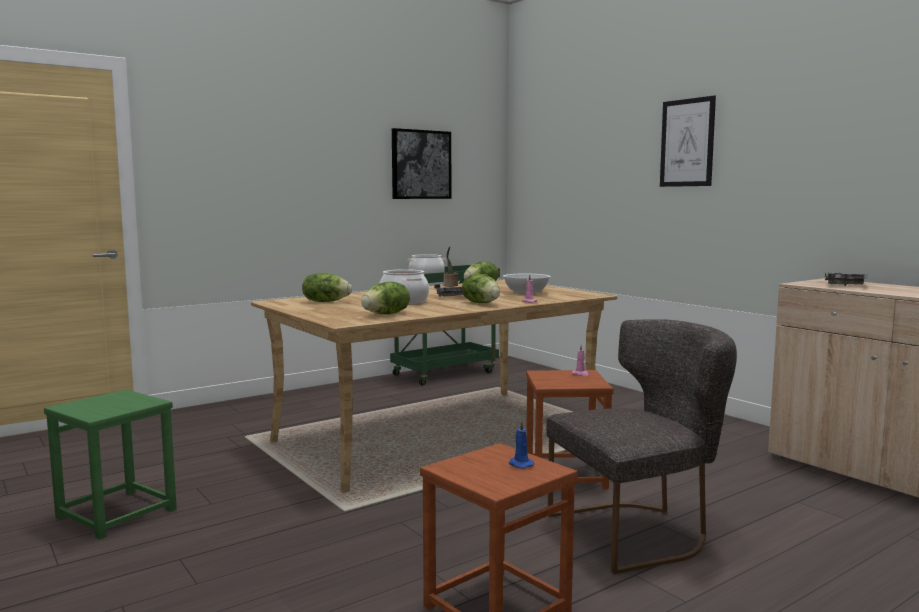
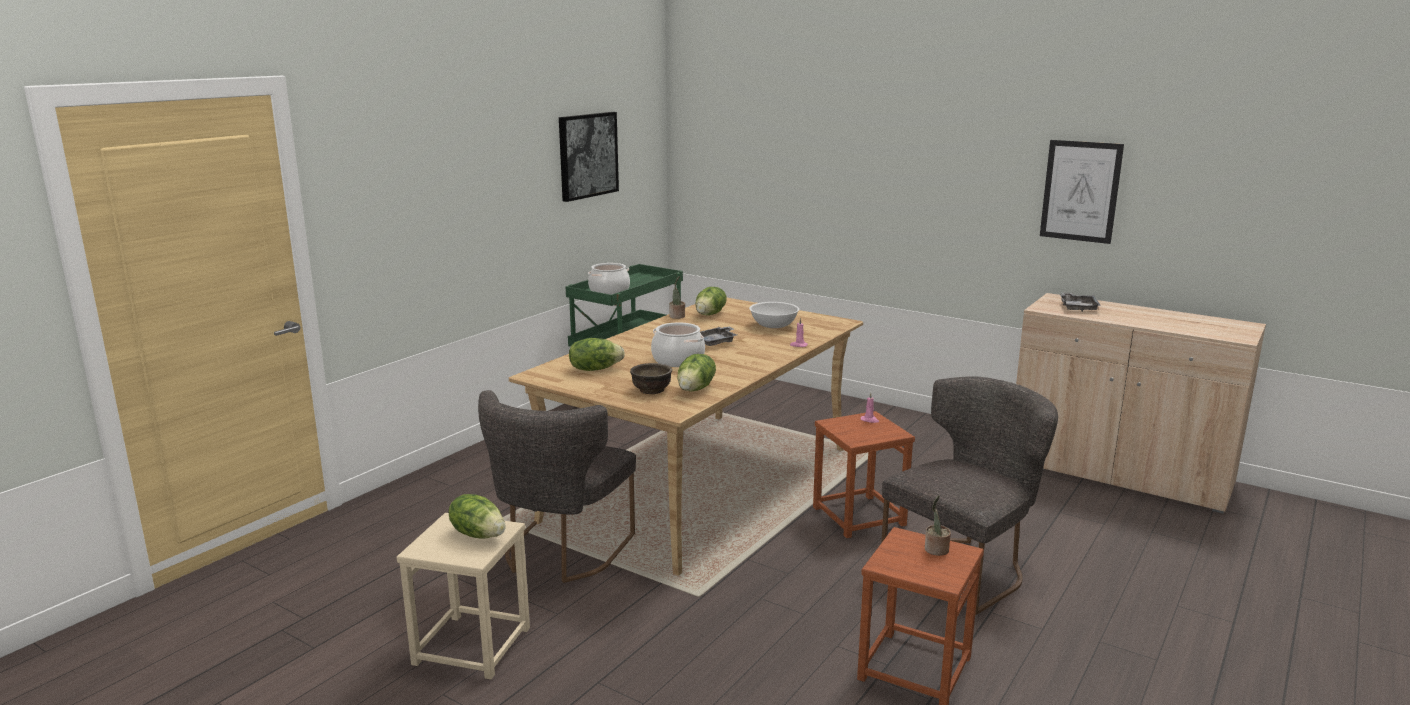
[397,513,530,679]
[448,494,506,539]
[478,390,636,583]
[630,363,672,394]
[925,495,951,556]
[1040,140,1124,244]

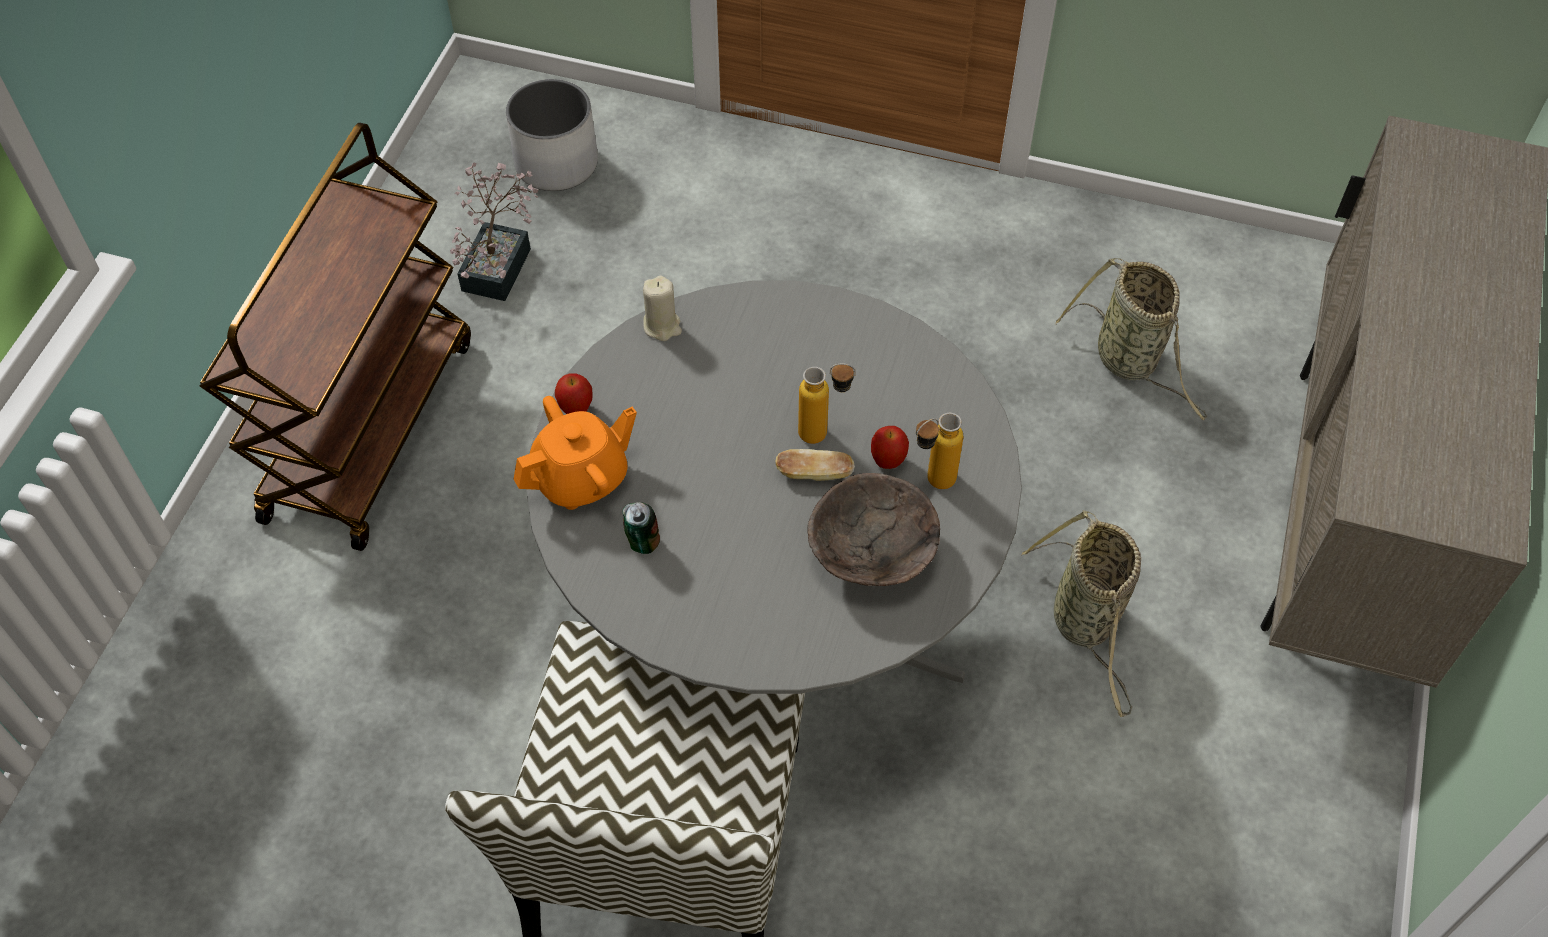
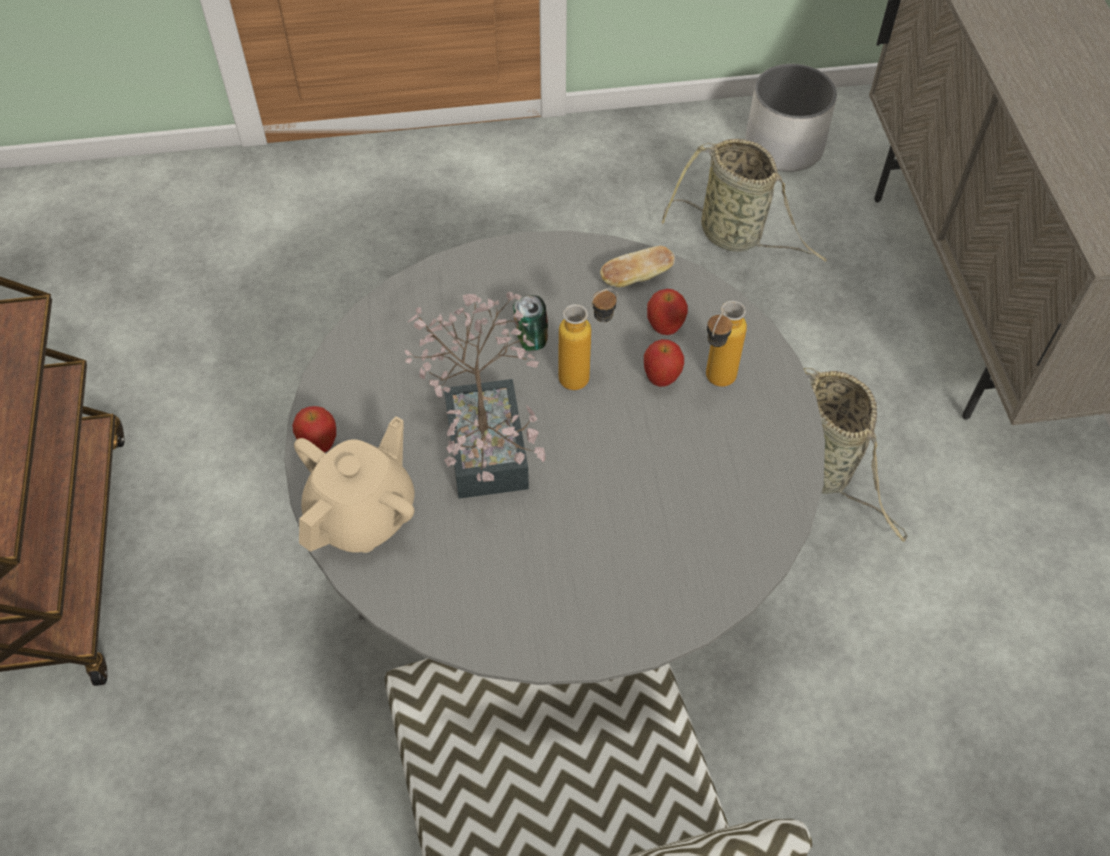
[294,416,415,553]
[405,292,546,499]
[513,295,548,351]
[600,246,675,287]
[647,289,688,335]
[745,64,837,172]
[643,276,682,341] (first image)
[807,473,940,586] (first image)

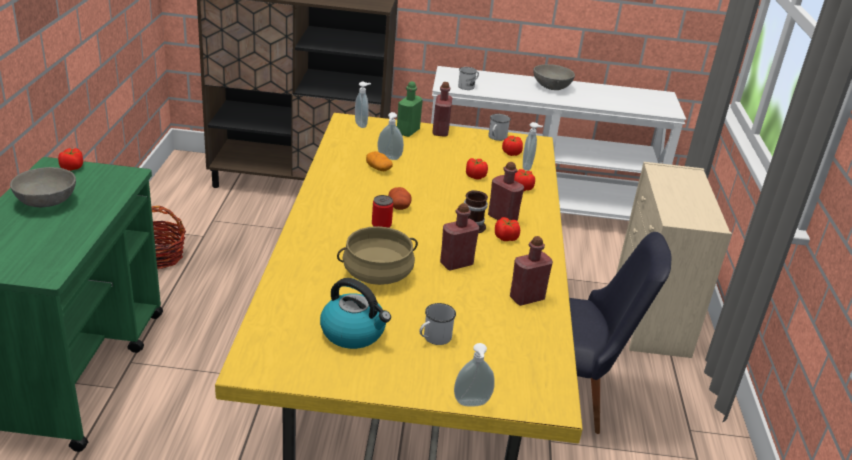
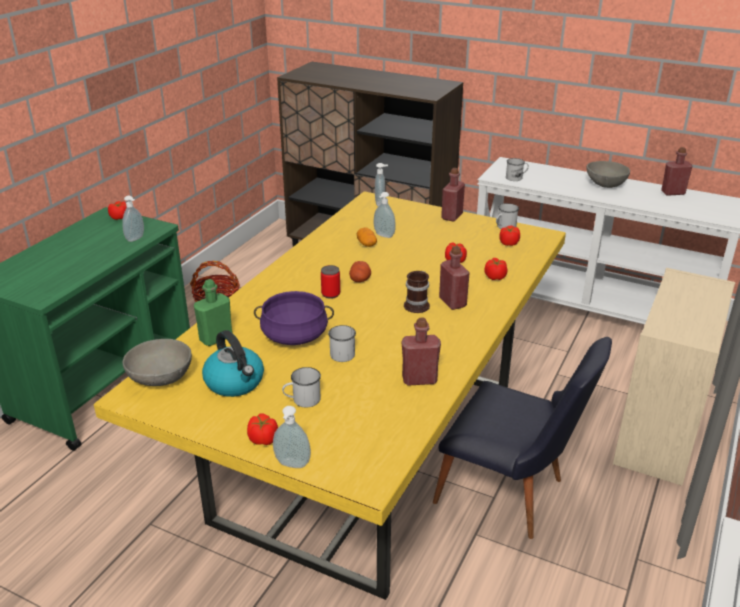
[122,196,144,242]
[122,339,192,386]
[194,279,232,346]
[247,414,278,445]
[254,291,334,345]
[328,325,356,362]
[661,147,692,196]

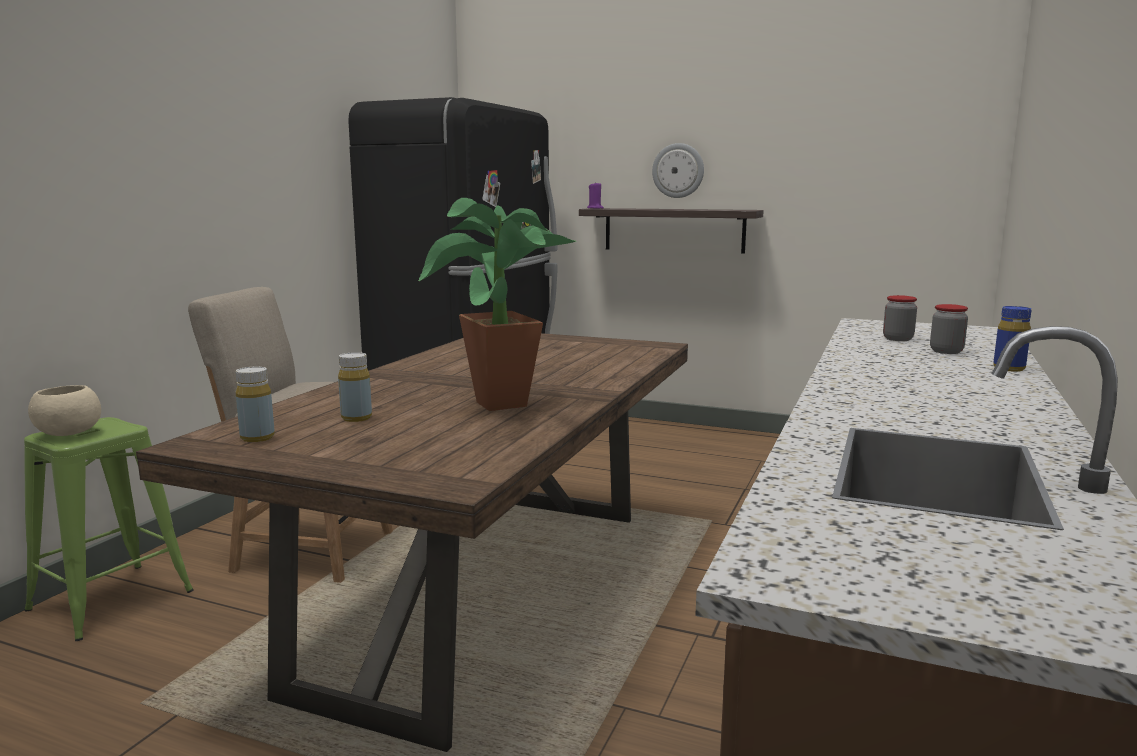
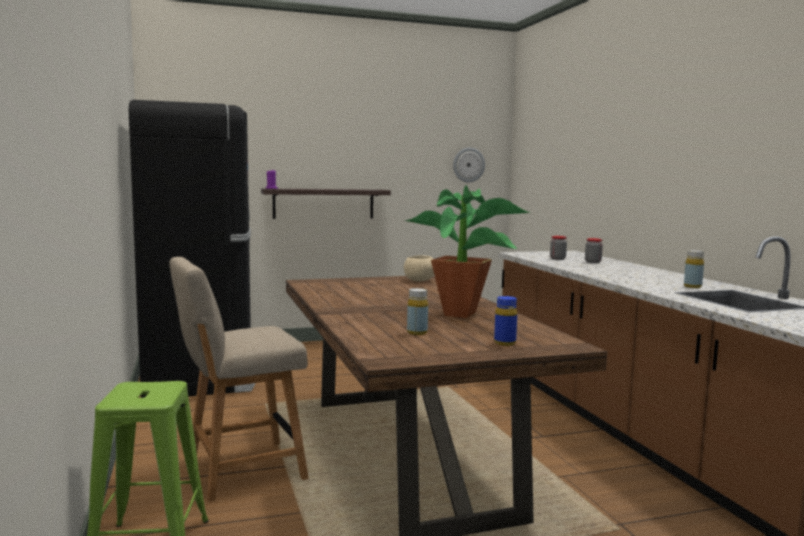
[404,255,434,282]
[453,147,485,183]
[494,296,517,346]
[684,250,704,288]

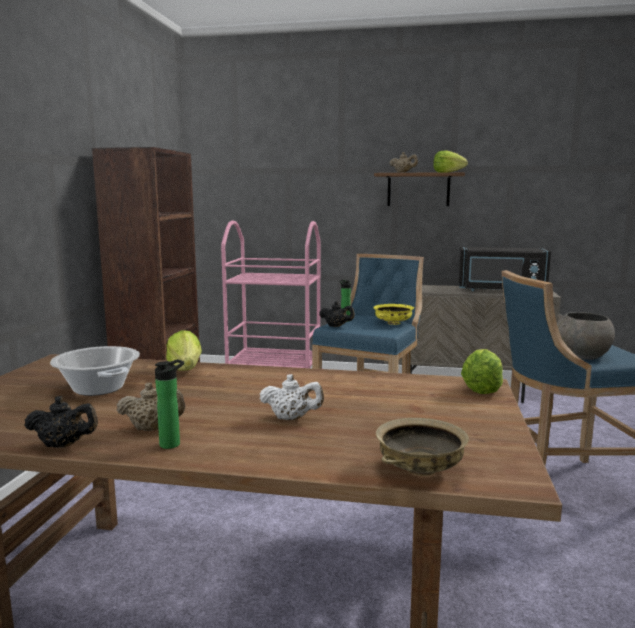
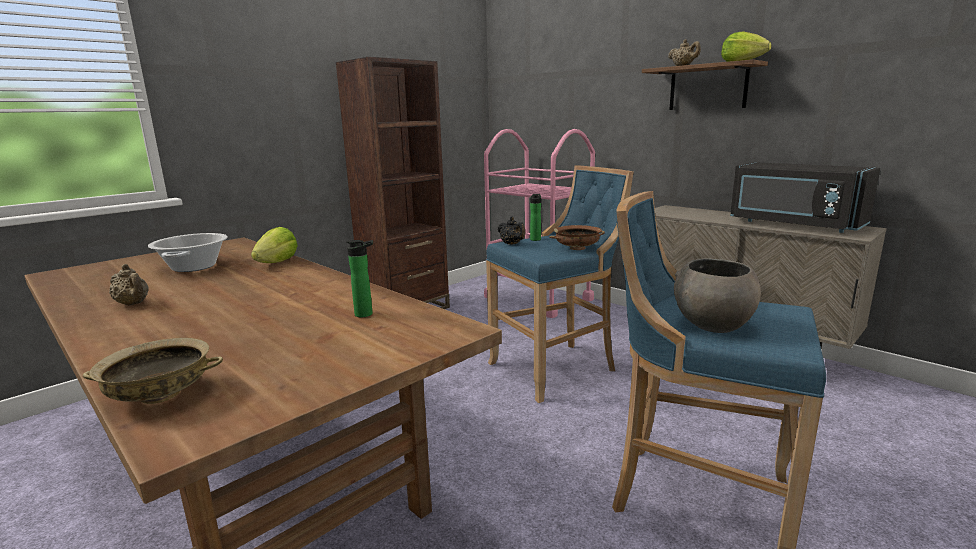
[346,240,373,317]
[549,225,605,250]
[24,396,98,448] (first image)
[260,374,324,420] (first image)
[461,349,503,394] (first image)

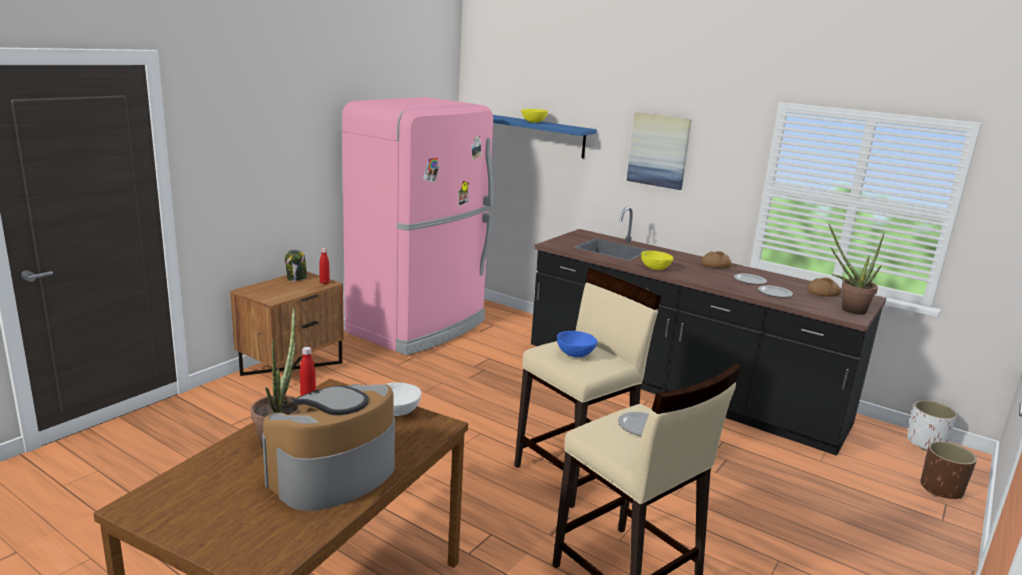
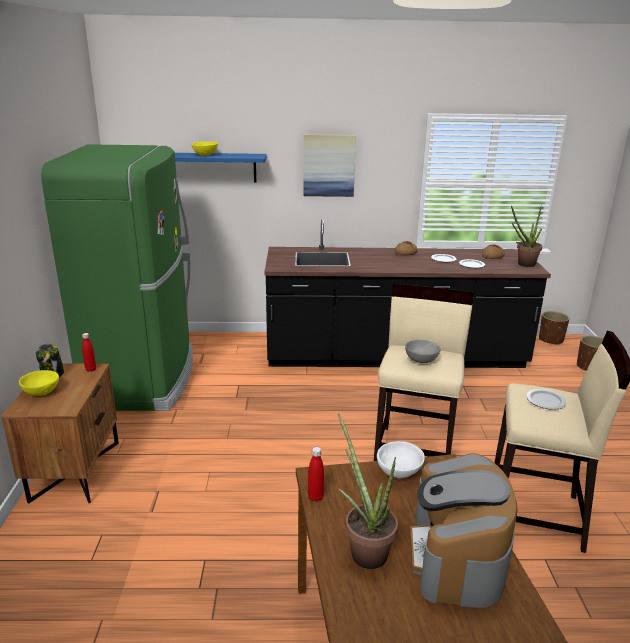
[19,370,59,396]
[41,144,193,411]
[405,340,441,363]
[539,311,570,345]

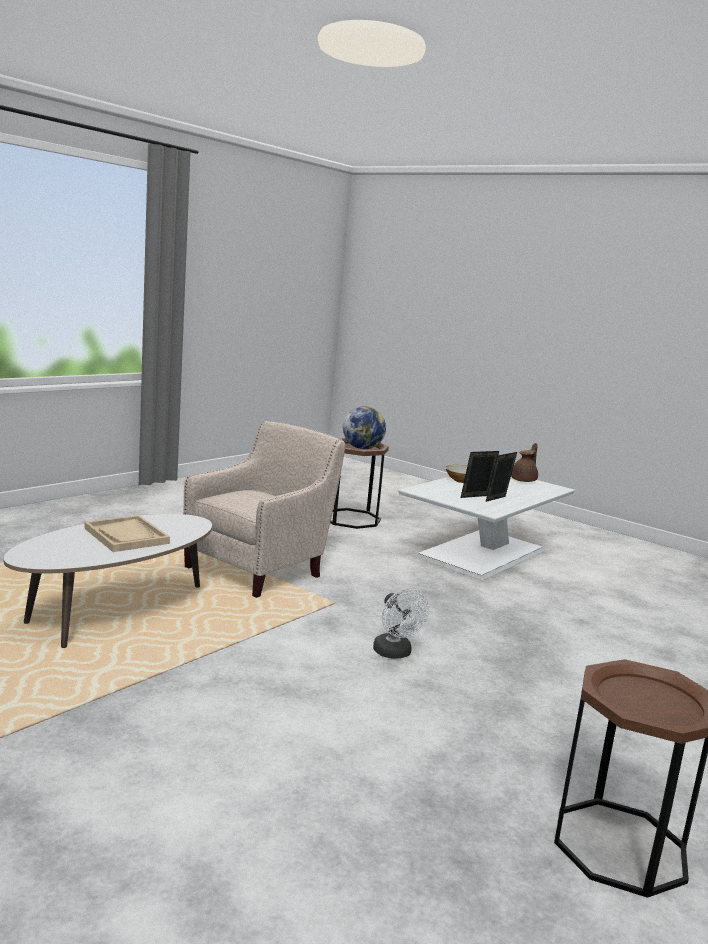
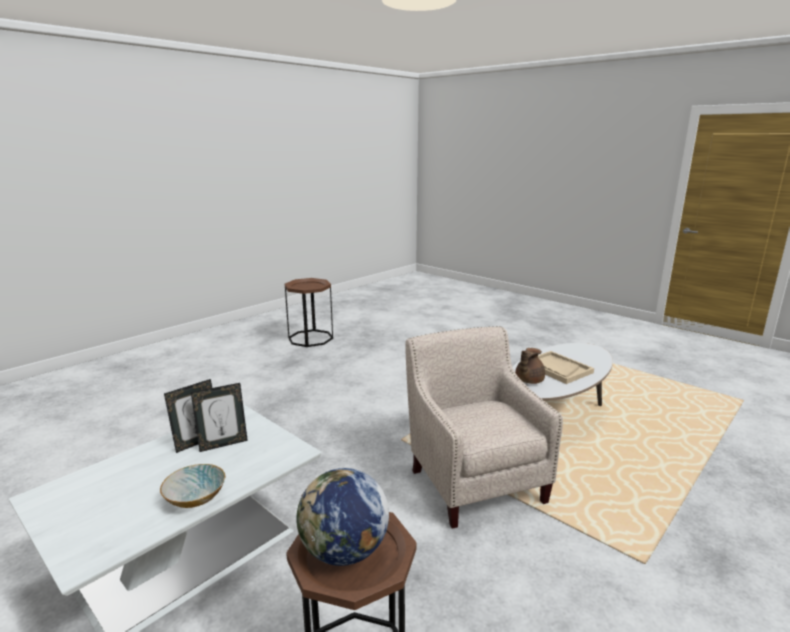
[405,326,563,529]
[515,348,545,384]
[373,589,429,659] (first image)

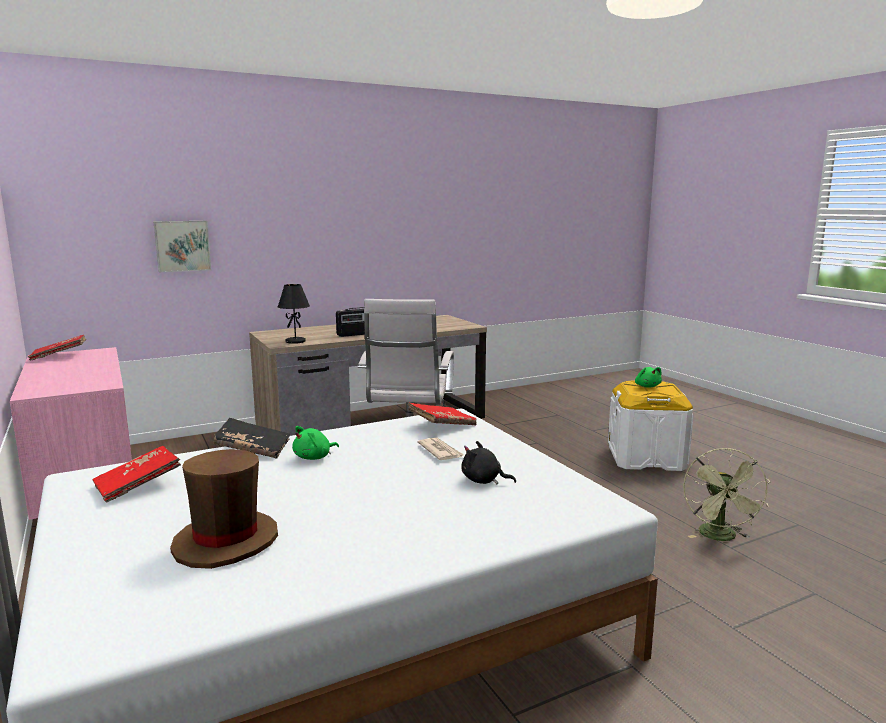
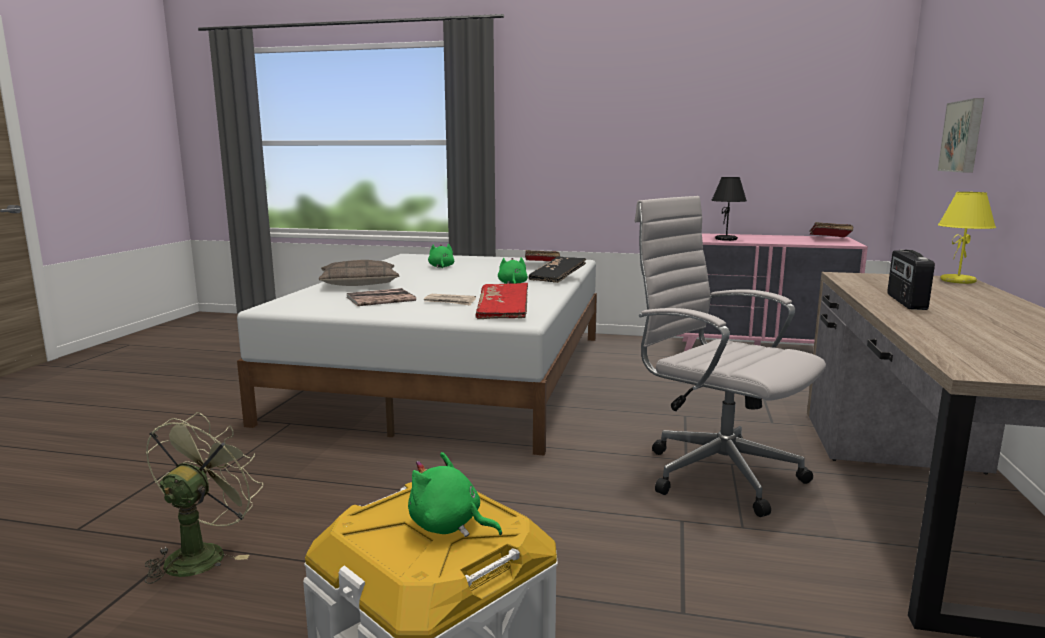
[144,412,263,584]
[319,260,399,286]
[346,288,416,306]
[428,244,454,268]
[711,177,747,241]
[938,192,996,284]

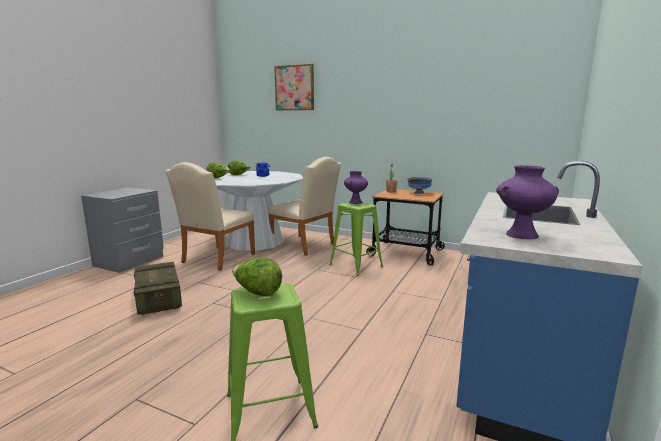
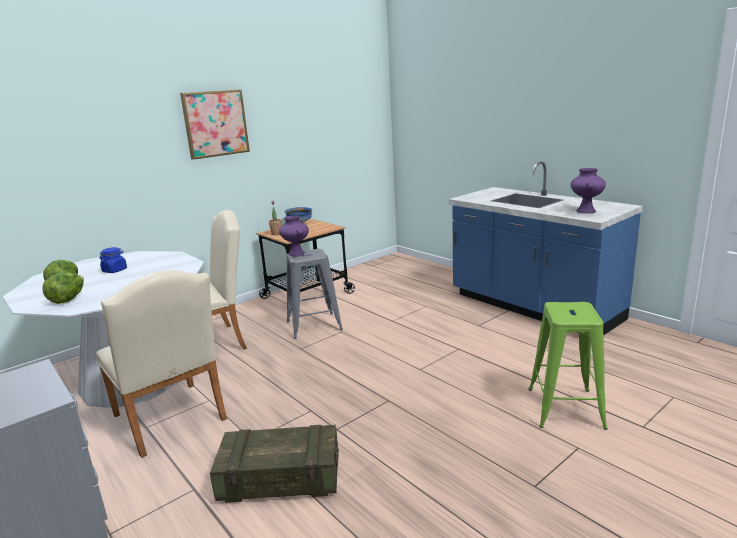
[180,89,250,160]
[287,249,343,339]
[232,258,282,296] (first image)

